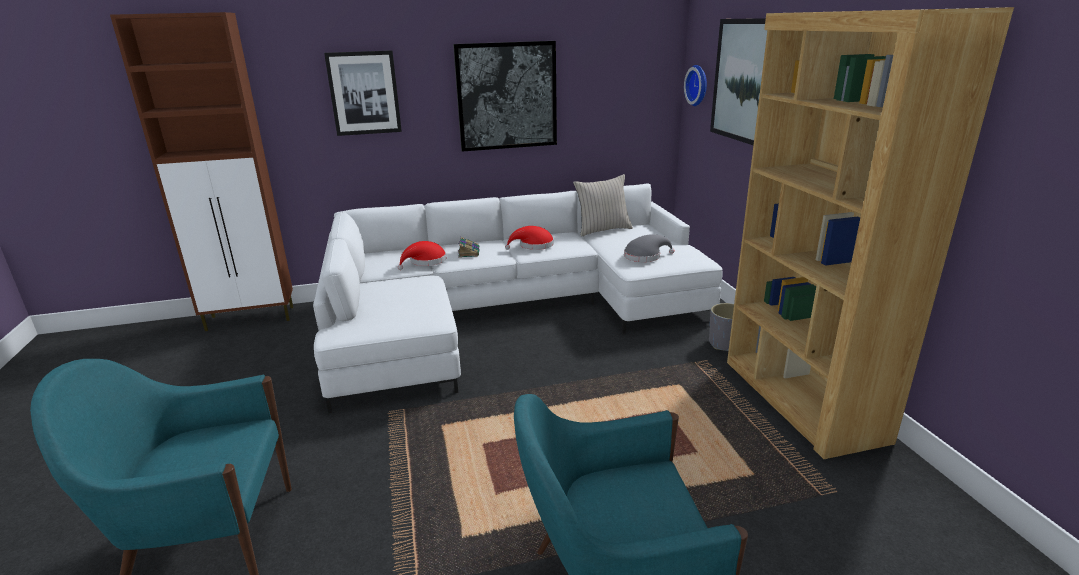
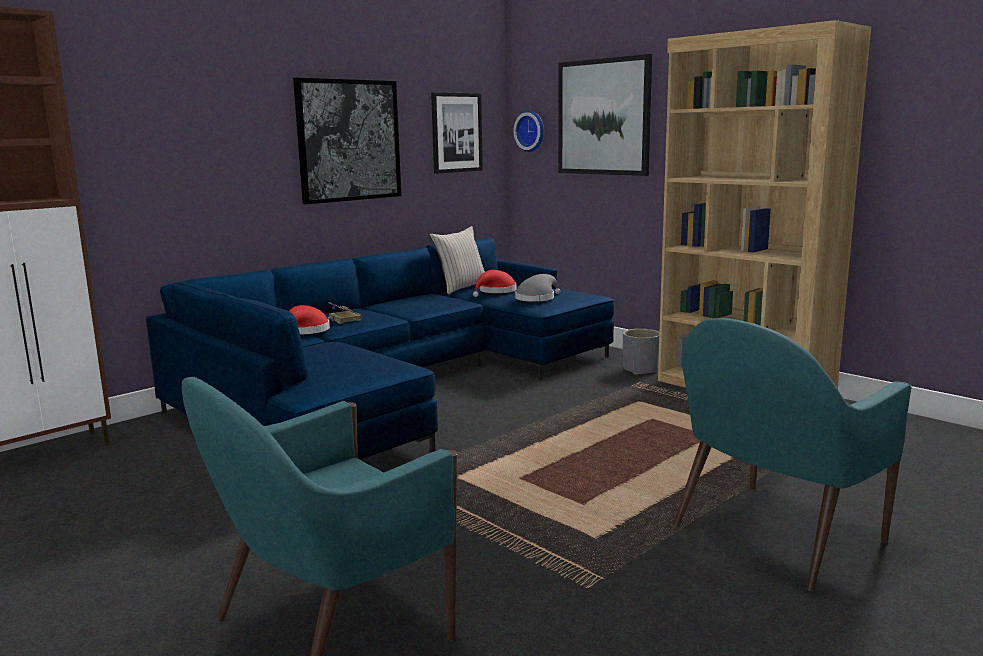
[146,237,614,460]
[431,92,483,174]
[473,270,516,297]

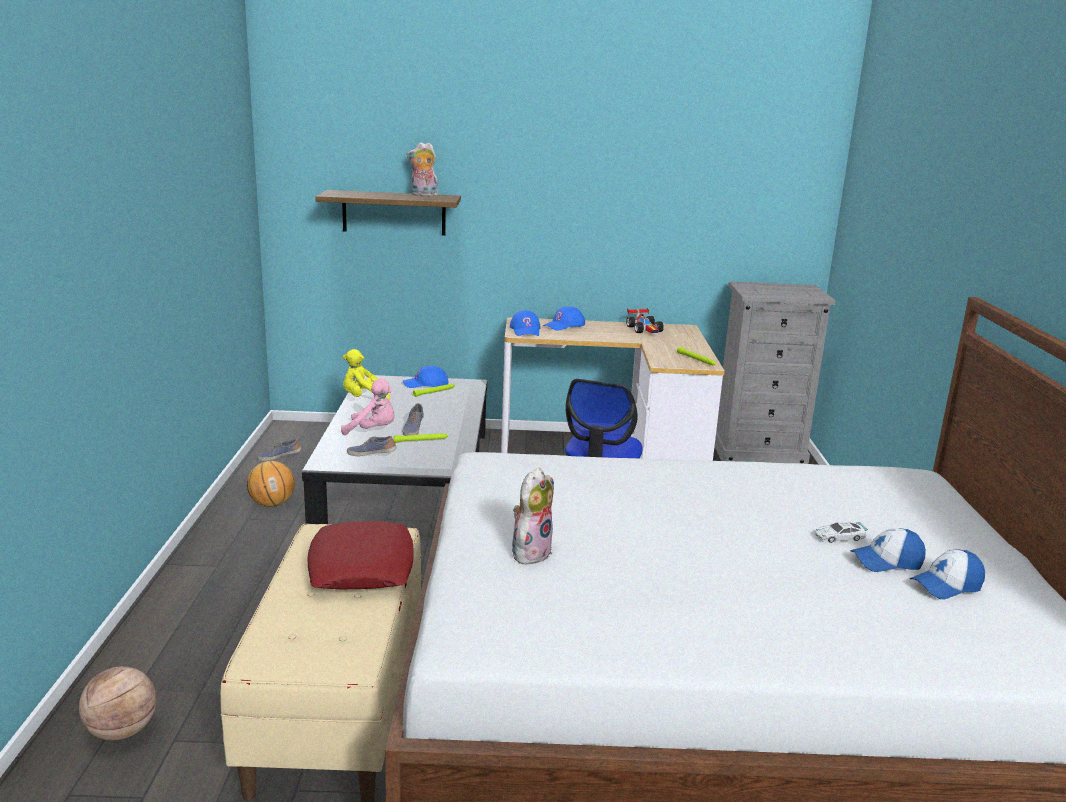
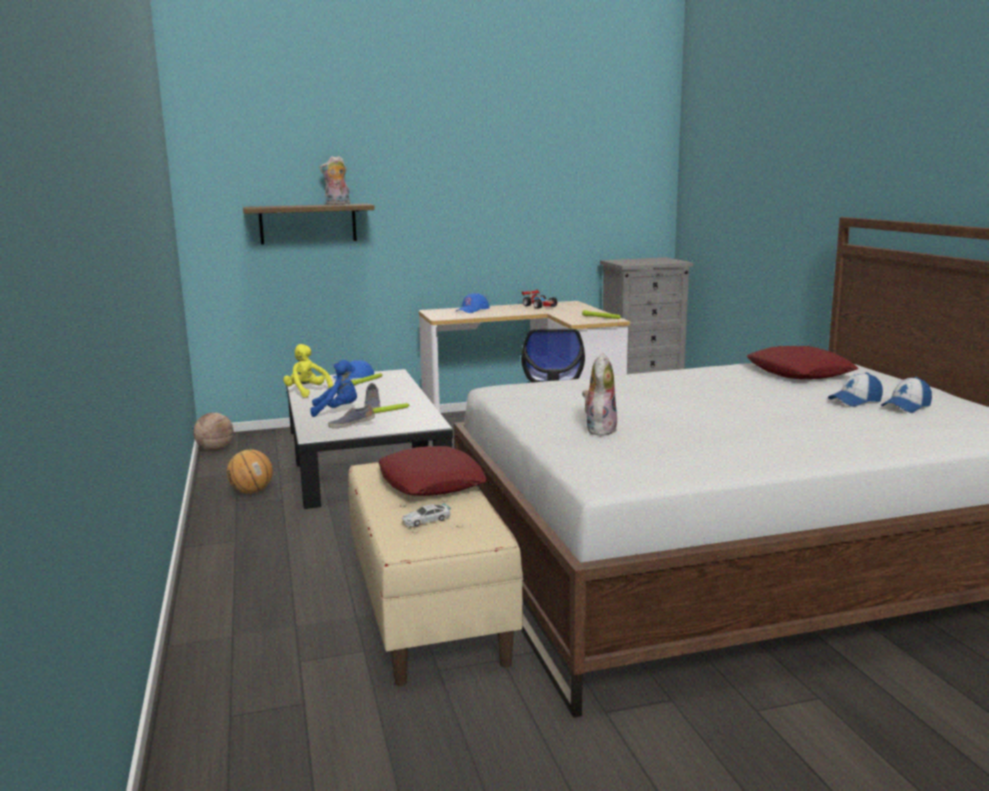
[193,412,233,451]
[283,344,333,398]
[310,360,357,417]
[402,503,451,526]
[747,346,859,379]
[257,439,301,461] (first image)
[510,310,540,336] (first image)

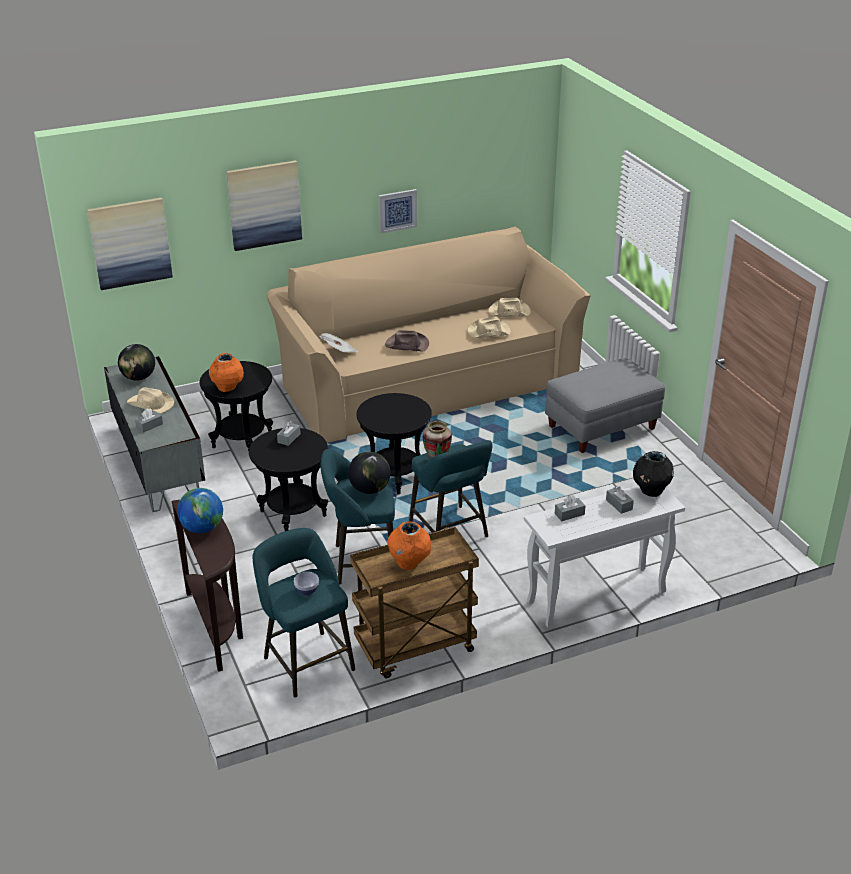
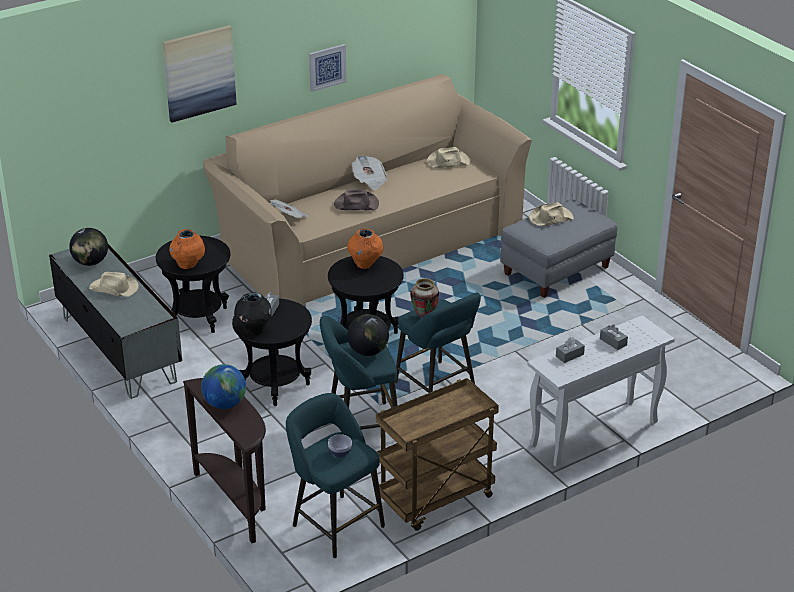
[234,292,272,335]
[347,229,383,269]
[352,156,388,190]
[529,202,574,226]
[87,198,173,290] (first image)
[135,408,163,433] (first image)

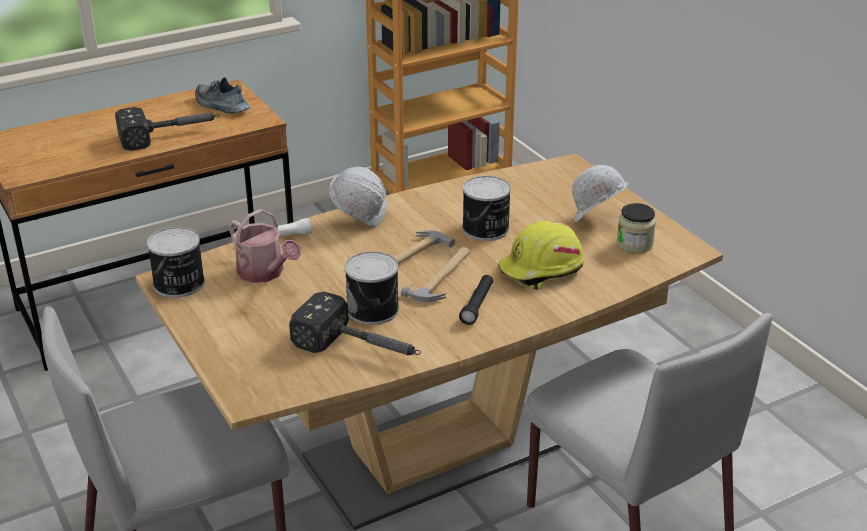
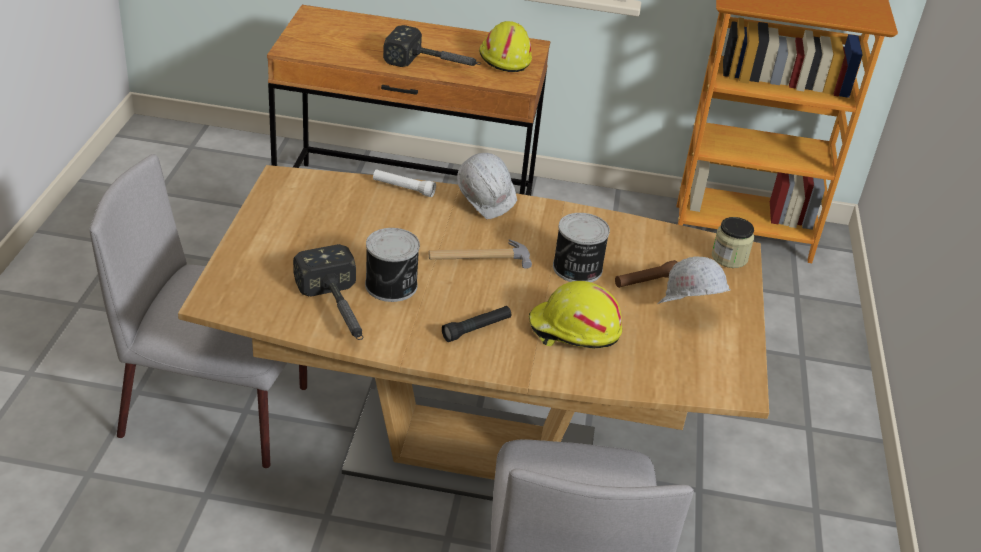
[479,21,532,72]
[615,260,677,288]
[712,217,754,268]
[147,227,205,298] (first image)
[229,209,301,283] (first image)
[401,247,471,302] (first image)

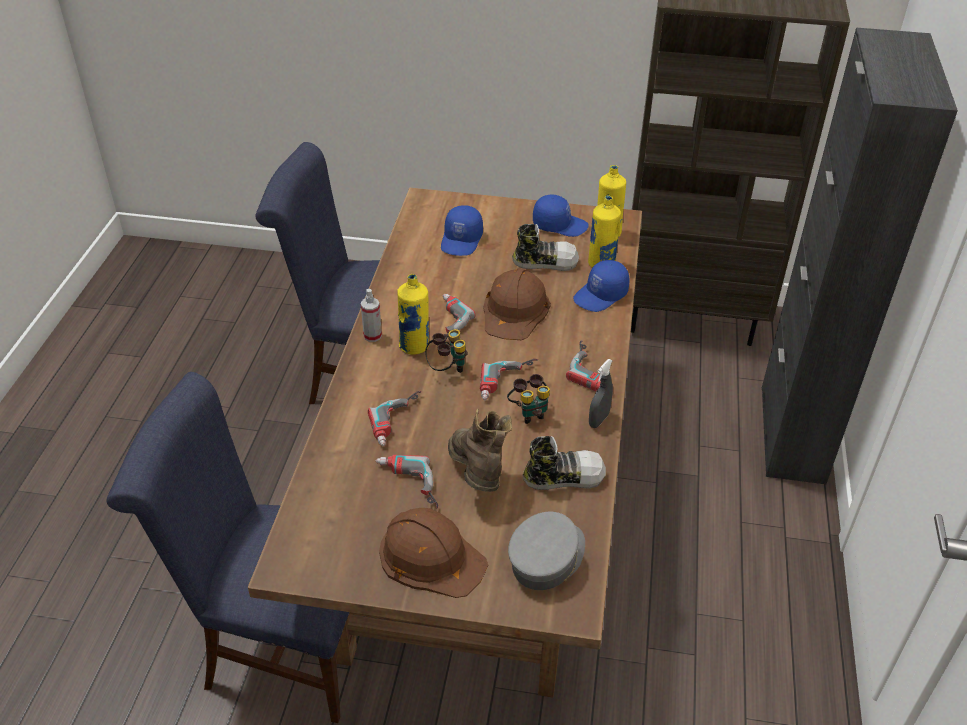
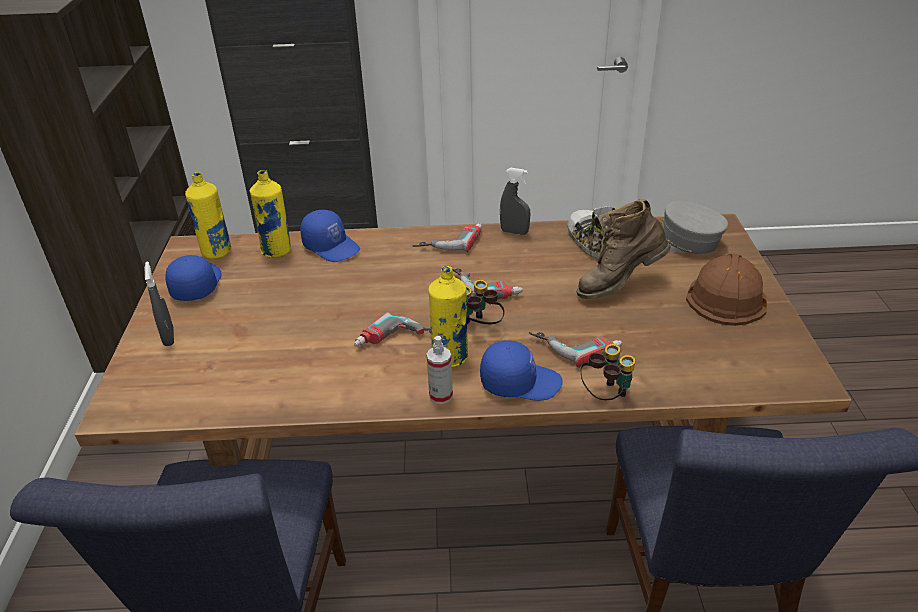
[145,262,174,346]
[480,340,563,401]
[581,344,636,400]
[376,455,438,509] (first image)
[484,268,551,340] (first image)
[512,224,579,271] (first image)

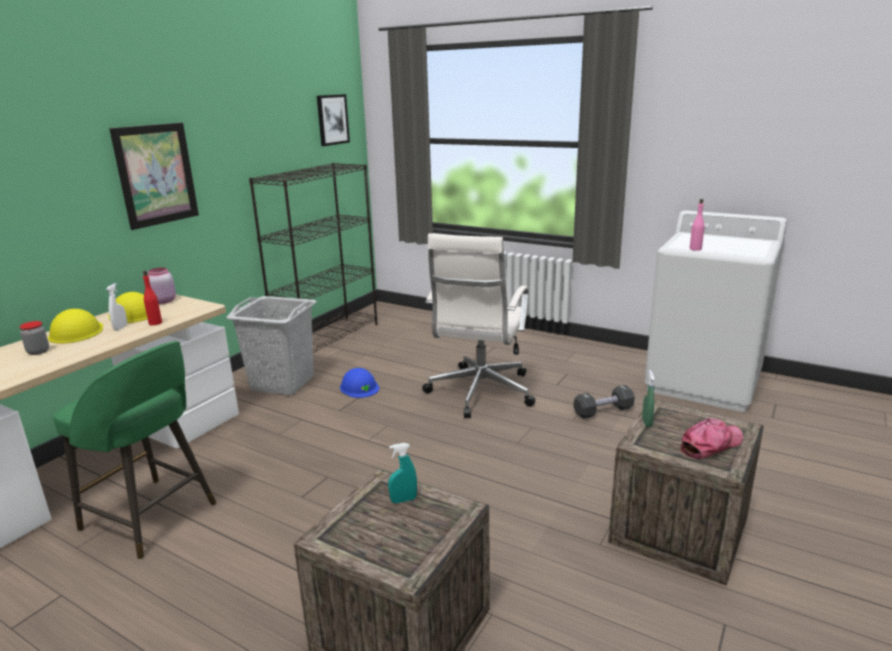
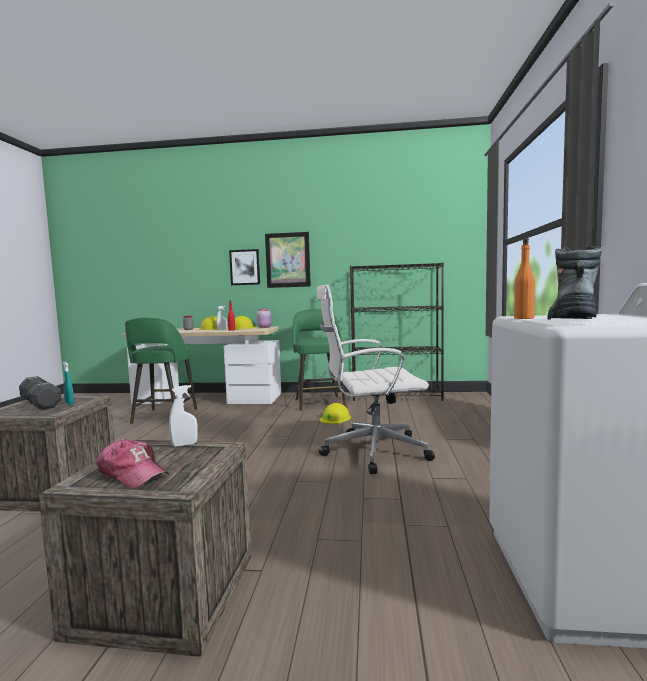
[19,376,61,410]
[169,385,198,447]
[229,249,260,285]
[293,309,346,411]
[320,403,351,424]
[514,238,535,319]
[547,246,603,320]

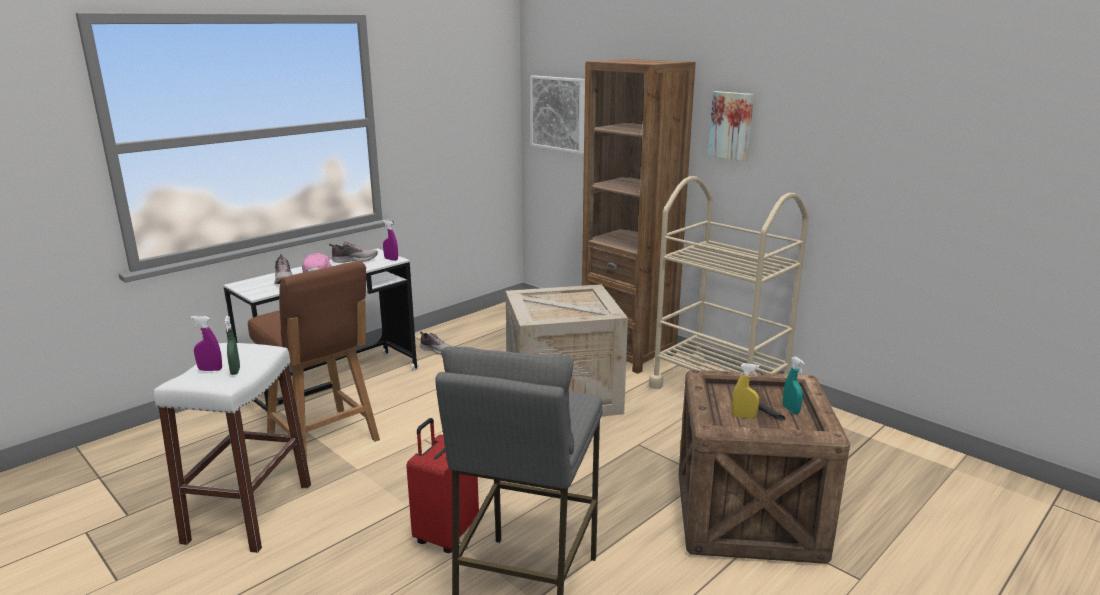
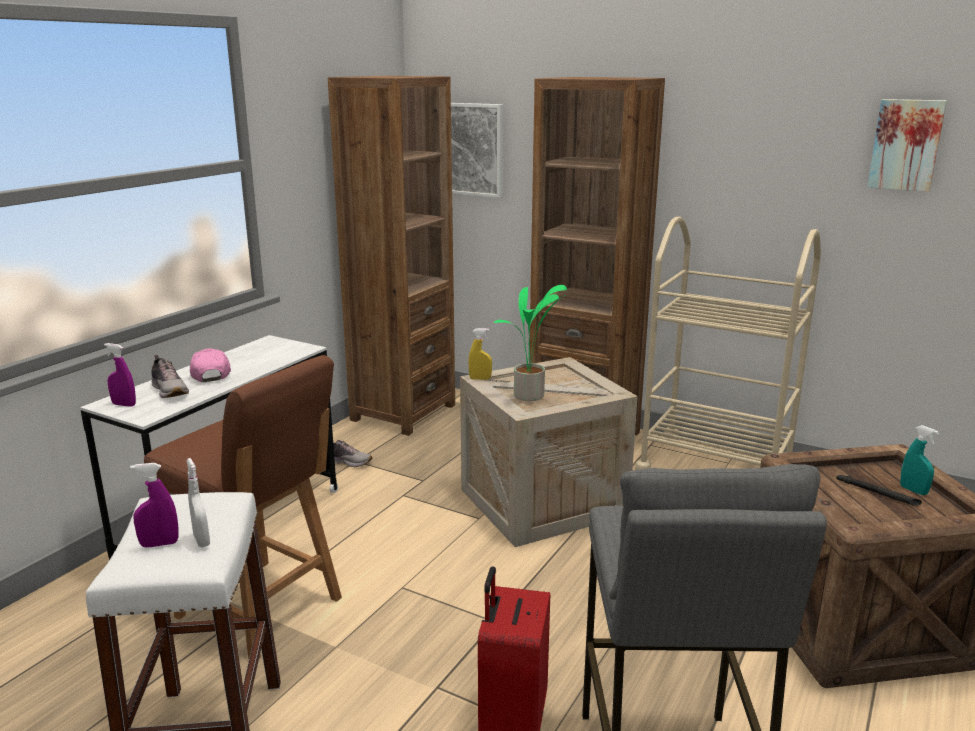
[104,343,136,407]
[186,458,210,548]
[328,76,455,436]
[468,328,492,380]
[494,285,567,401]
[867,99,947,192]
[329,242,378,263] (first image)

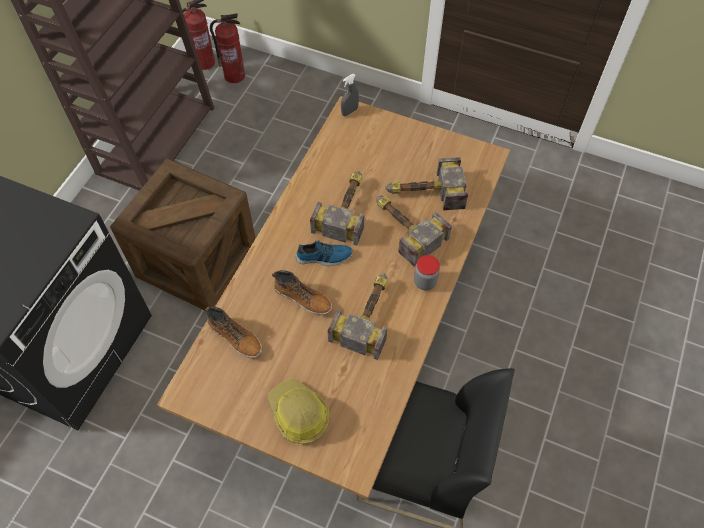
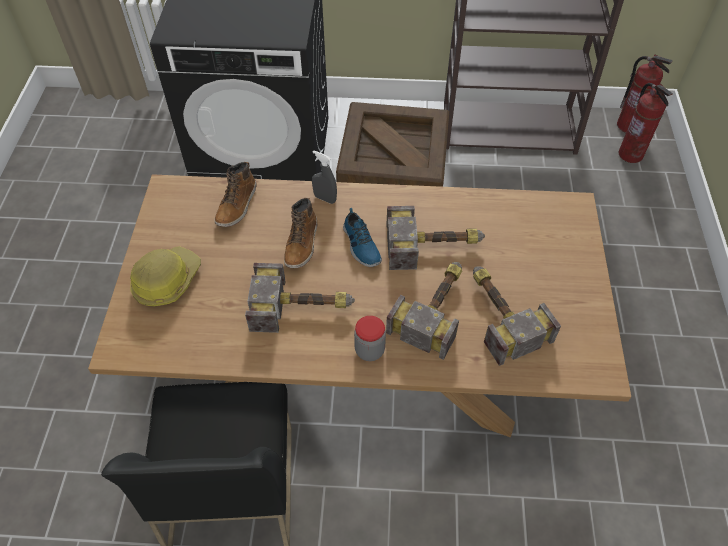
[312,150,337,204]

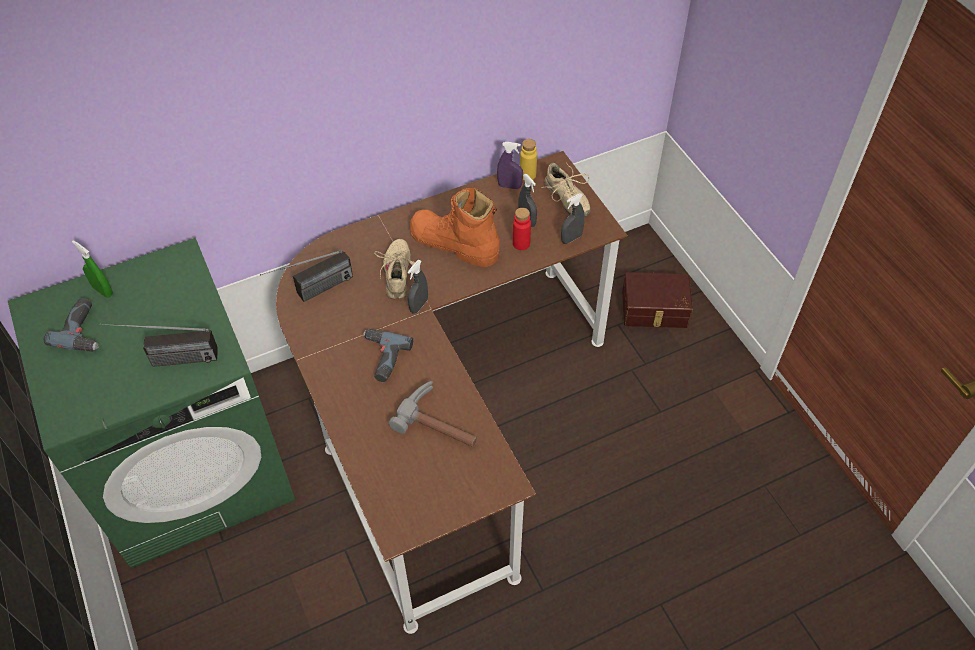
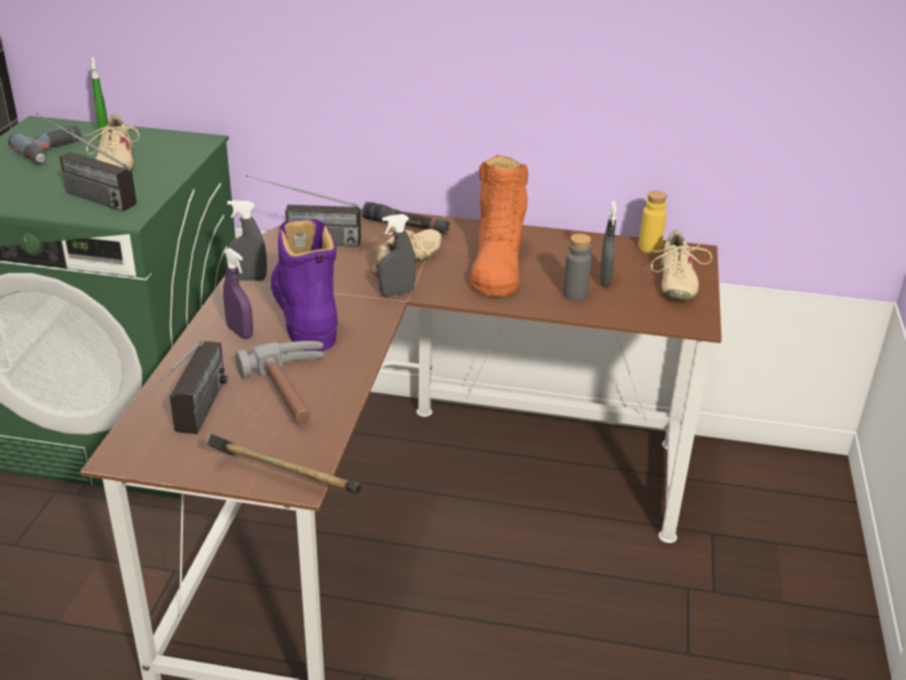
[83,114,139,170]
[147,341,228,434]
[205,433,361,494]
[223,248,253,339]
[227,200,267,281]
[271,219,338,351]
[362,202,450,234]
[470,155,528,296]
[563,234,592,301]
[622,272,693,328] (first image)

